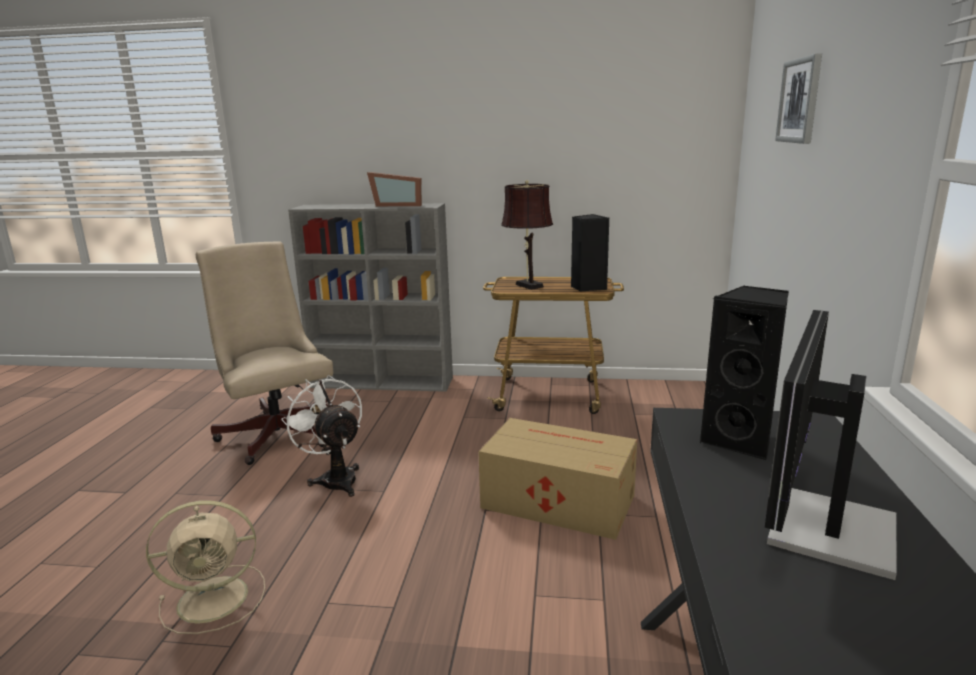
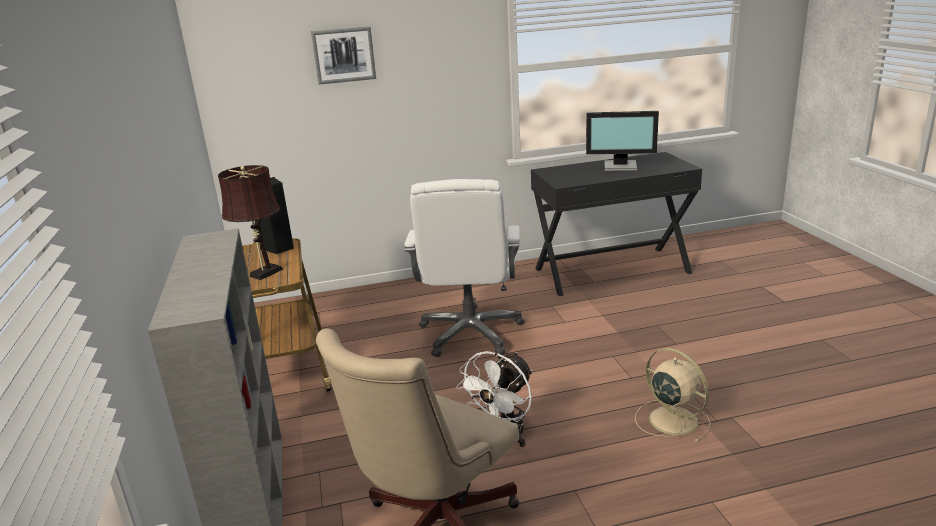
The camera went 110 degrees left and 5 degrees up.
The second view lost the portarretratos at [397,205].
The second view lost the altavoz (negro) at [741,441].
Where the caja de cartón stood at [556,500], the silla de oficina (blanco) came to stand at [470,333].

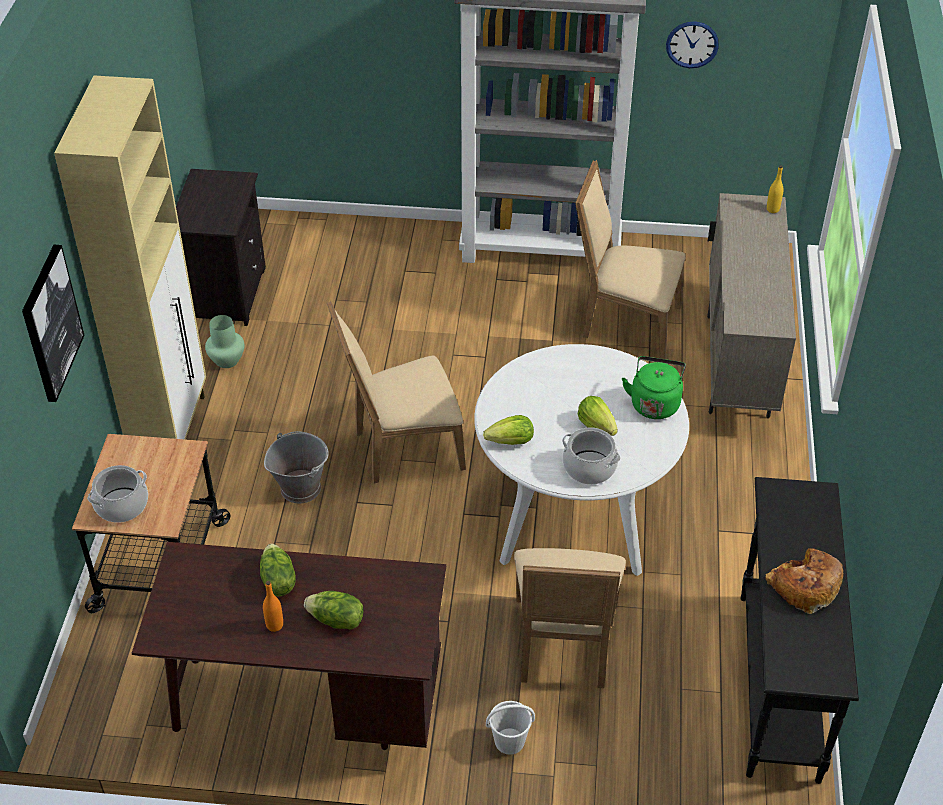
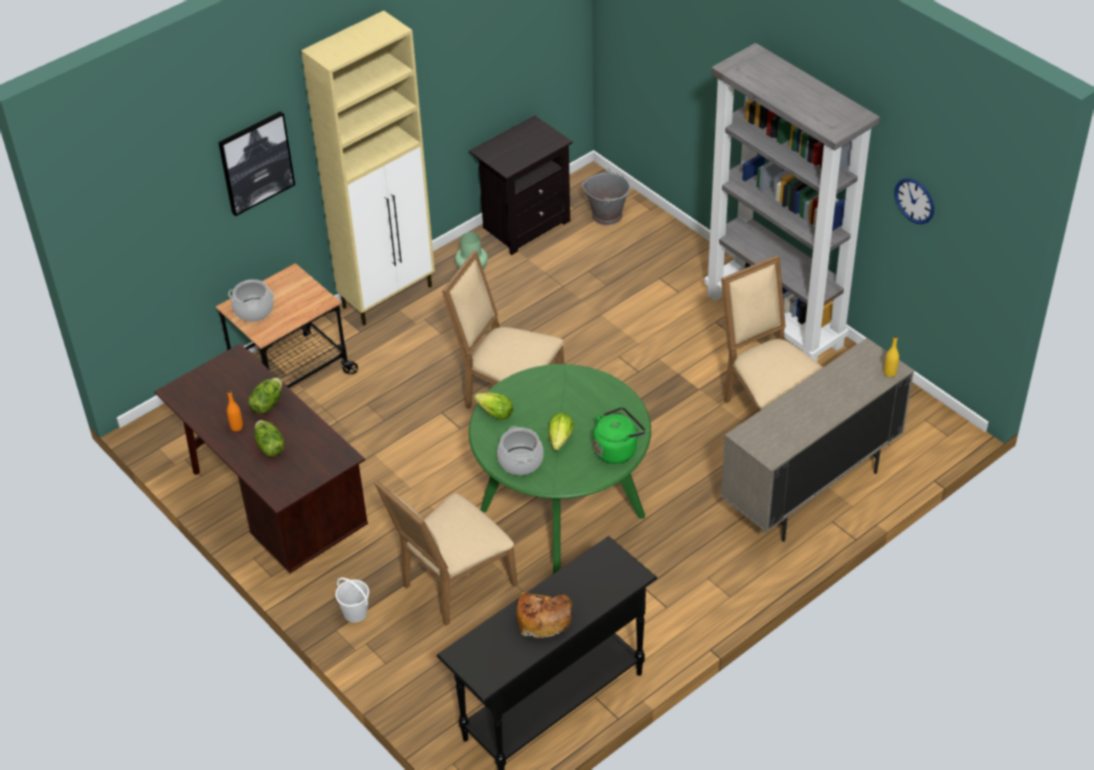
The camera went 45 degrees right and 0 degrees up.
What was the mesa de comedor (blanco) at [574,516] turned into the mesa de comedor (verde) at [562,512].
The cubo (gris) ended up elsewhere, having gone from [300,487] to [607,215].

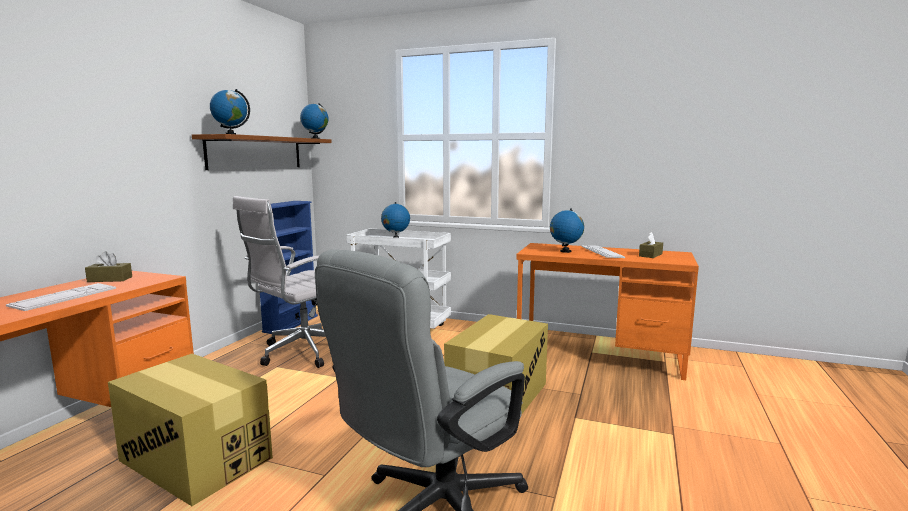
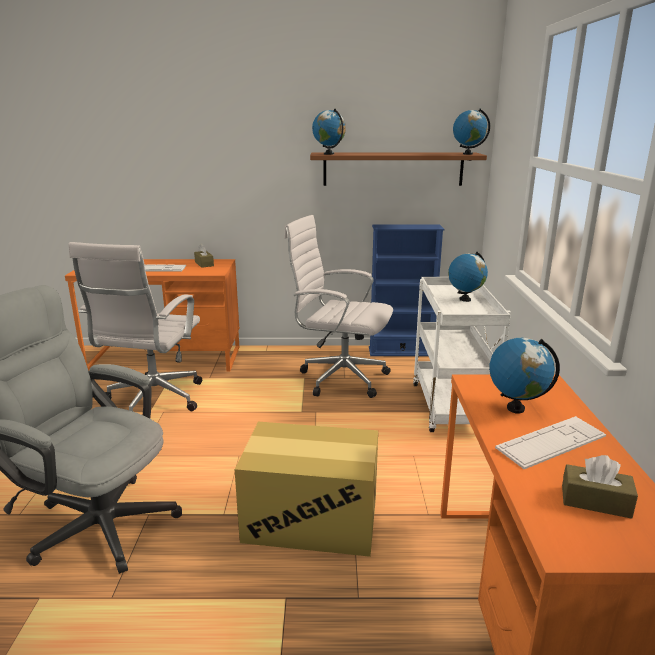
The camera went 70 degrees right and 10 degrees up.
Where the caja de cartón stood at [196,459], the silla de oficina (blanco) came to stand at [153,401].

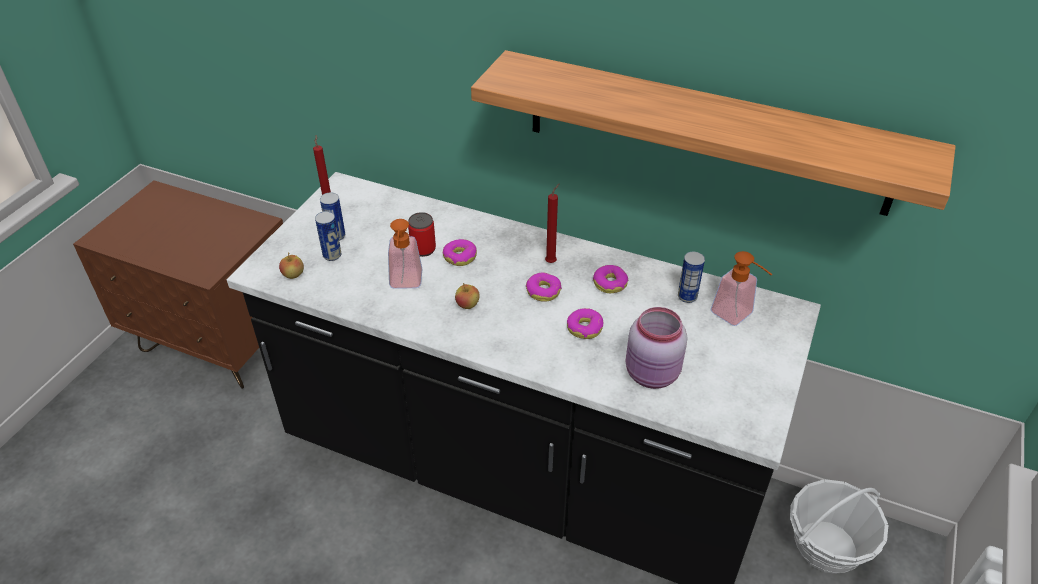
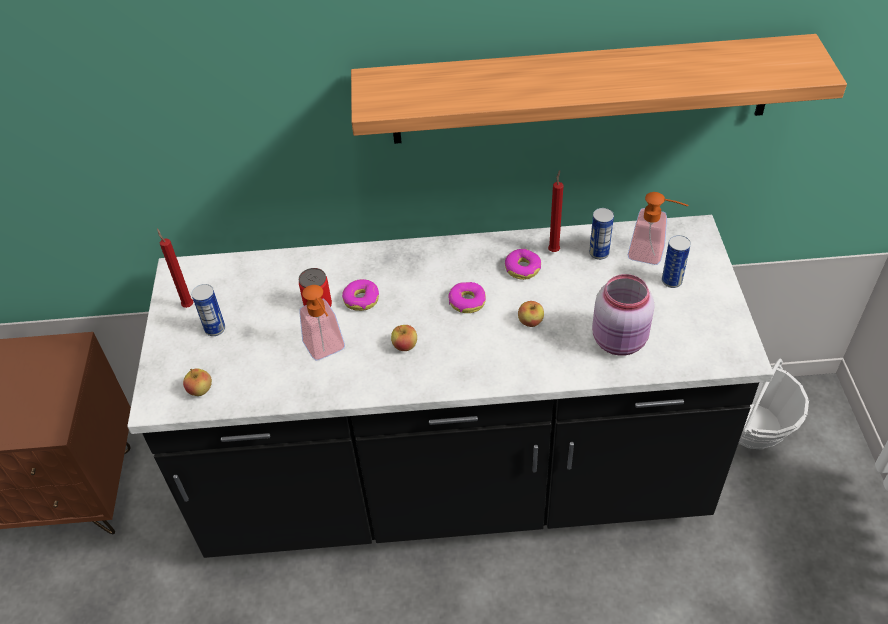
The camera went 25 degrees left and 5 degrees up.
The vela (rojo) ended up elsewhere, having gone from [552,261] to [554,250].
The lata ended up elsewhere, having gone from [332,255] to [671,281].
Where the rosquilla stood at [584,328], the manzana came to stand at [530,322].

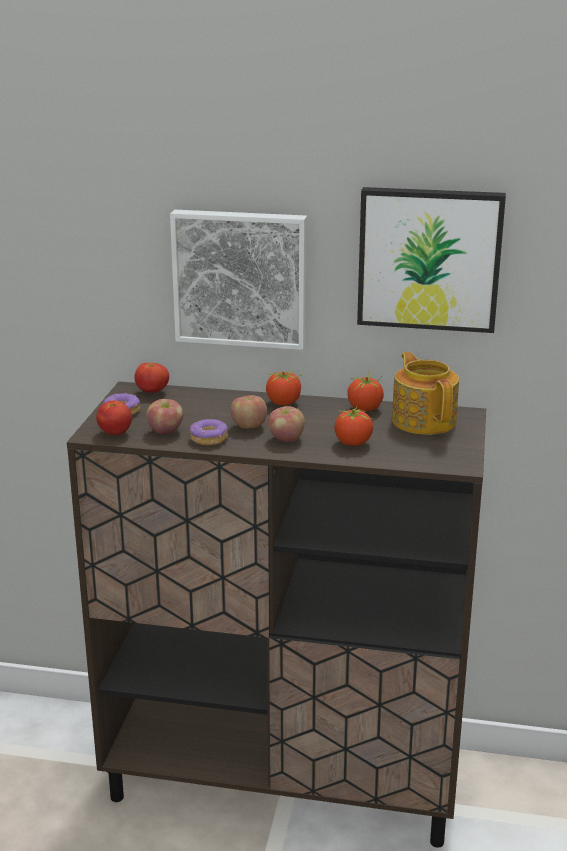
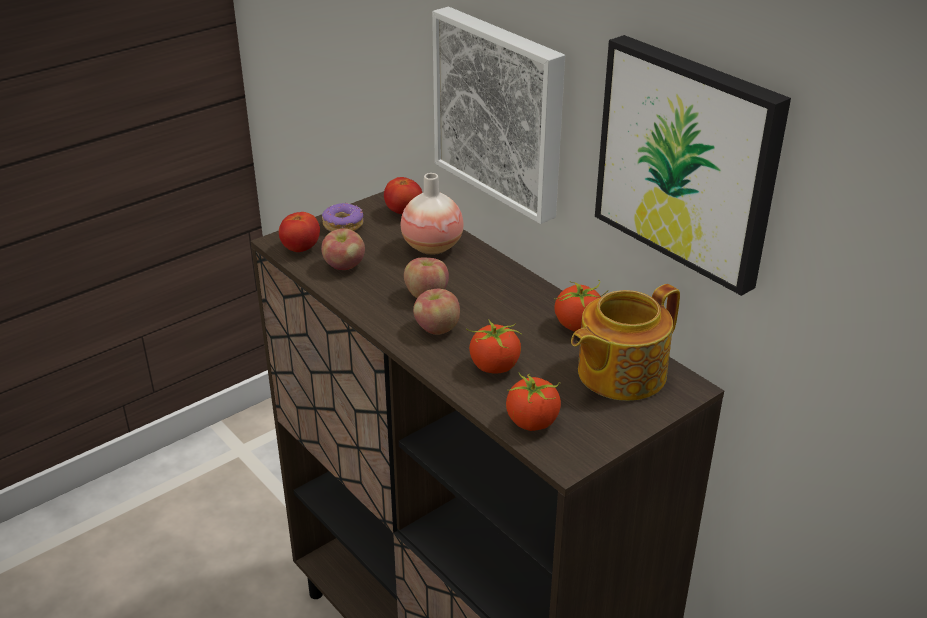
The camera went 40 degrees right and 10 degrees up.
The tetera at [424,420] ended up facing another way, 150 degrees counterclockwise from before.
The tomate ended up elsewhere, having gone from [284,403] to [532,422].
The second view lost the rosquilla at [209,439].
The second view gained the florero at [432,247].

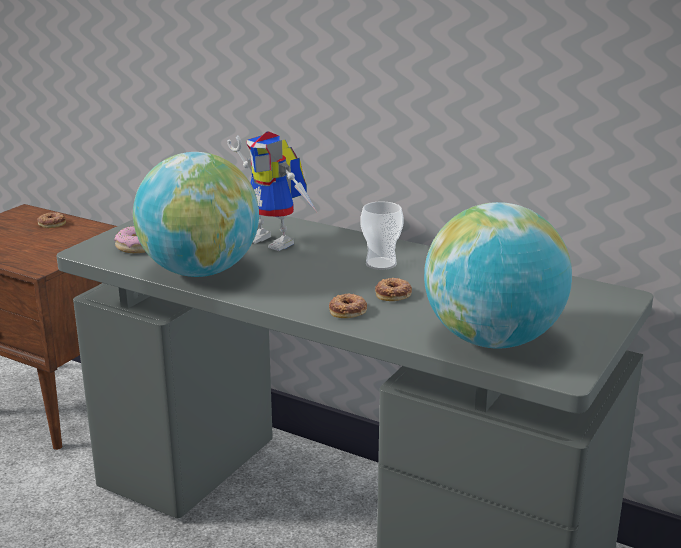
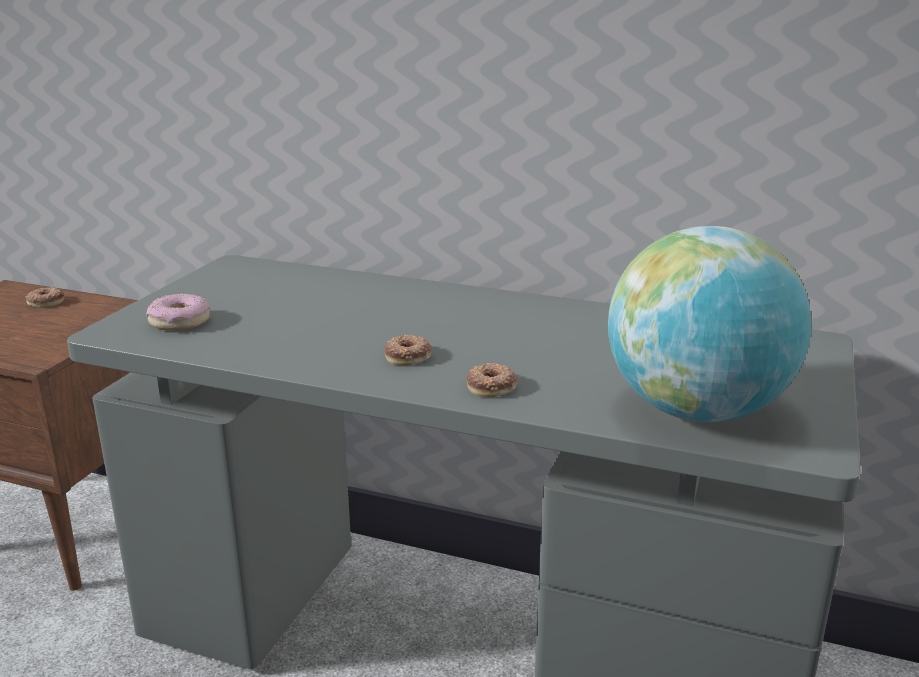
The camera went 10 degrees left and 0 degrees up.
The second view lost the robot de juguete at [278,241].
The second view lost the globo terráqueo at [199,271].
The second view lost the taza at [381,264].
The rosquilla ended up elsewhere, having gone from [393,294] to [408,356].

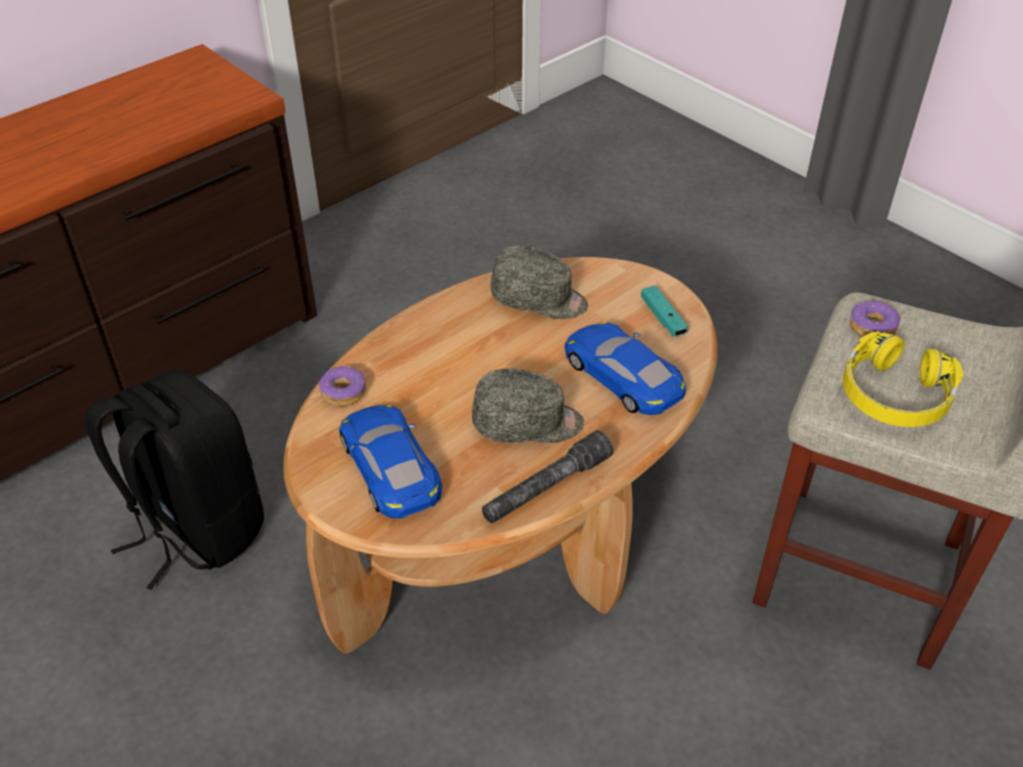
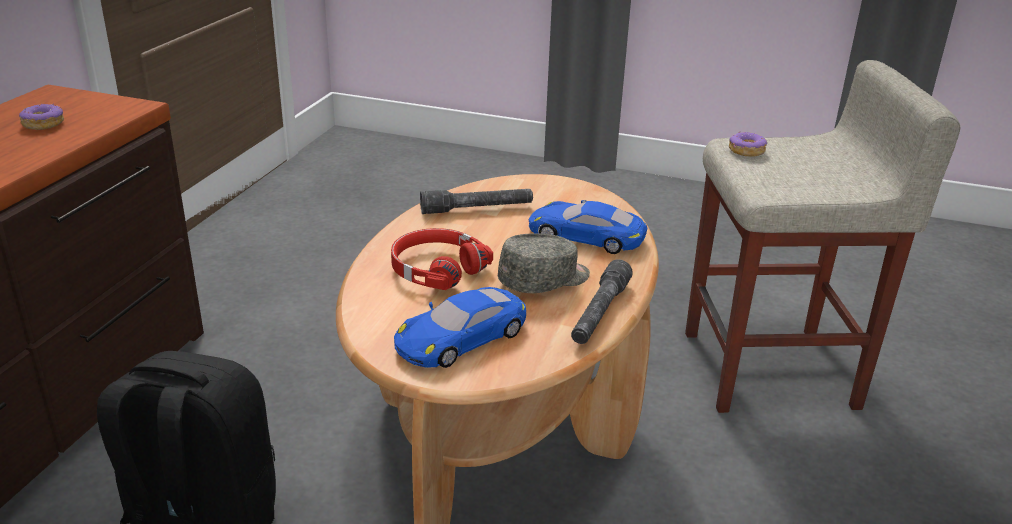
The camera went 30 degrees left and 15 degrees down.
Where the gorra (gris) stood at [539,299], the linterna (gris) came to stand at [477,209].
The second view lost the mando de consola (turquesa) at [663,318].
The second view lost the auriculares (amarillo) at [894,394].
The rosquilla ended up elsewhere, having gone from [343,392] to [43,124].
The coche de juguete (azul) at [390,467] ended up facing another way, 75 degrees counterclockwise from before.
The second view gained the auriculares (rojo) at [436,269].

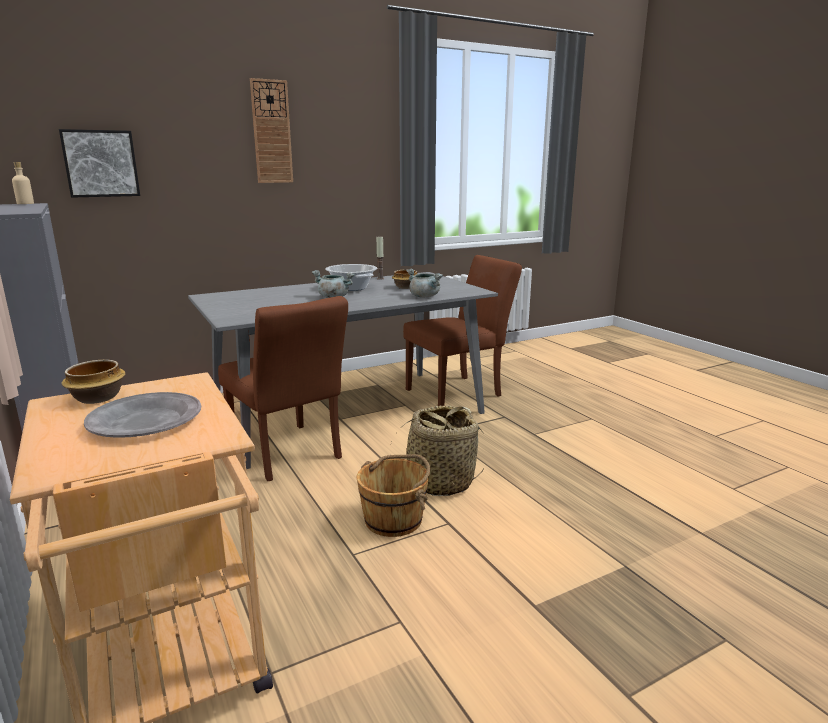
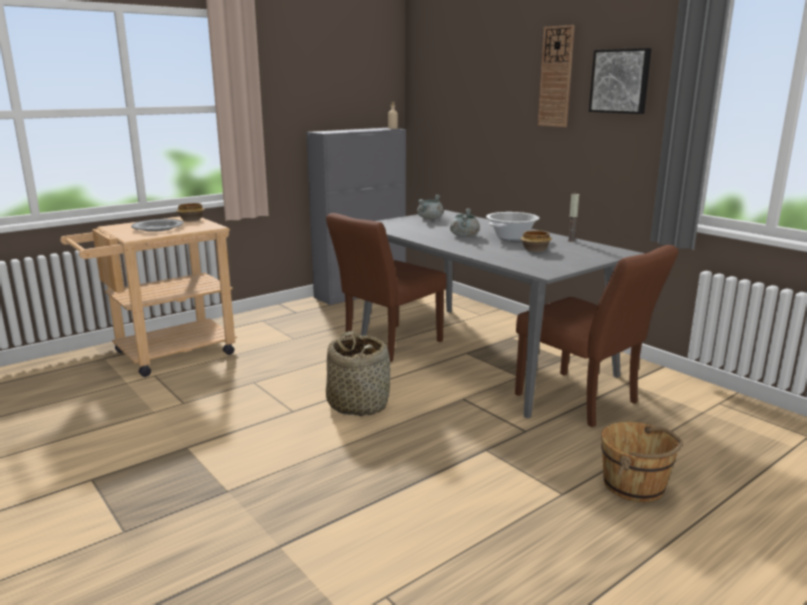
The camera went 80 degrees right and 0 degrees up.
The cuadro ended up elsewhere, having gone from [101,163] to [620,81].
The olla (gris) ended up elsewhere, having gone from [425,296] to [430,219].
The cubo (marrón) ended up elsewhere, having gone from [394,519] to [635,485].

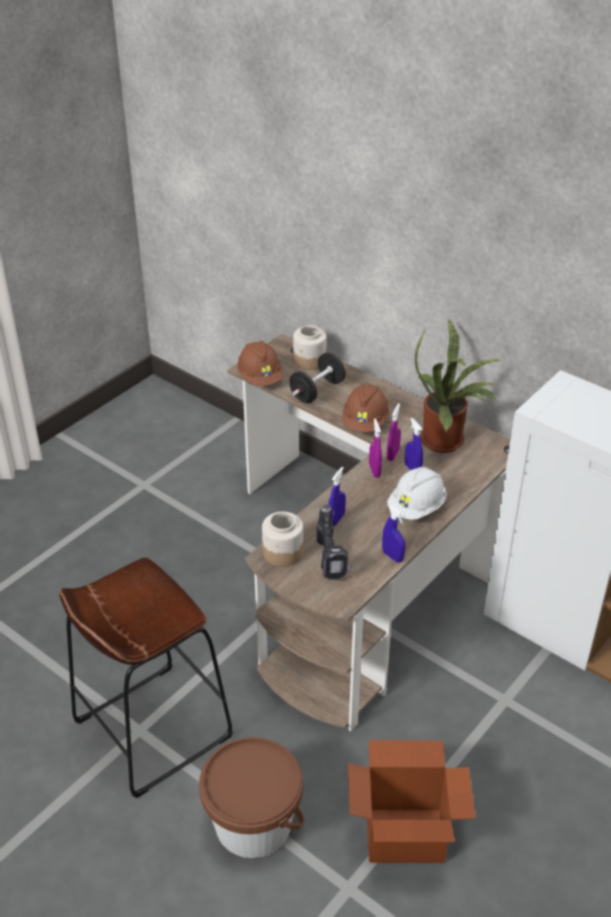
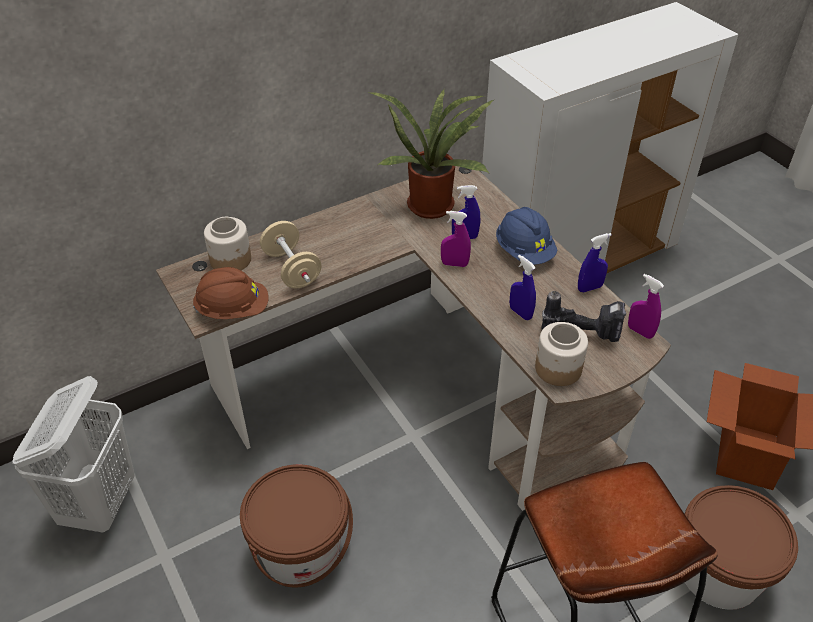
The camera went 70 degrees left and 5 degrees up.
What was the mancuerna (negro) at [317,391] turned into the mancuerna (beis) at [292,269].
The second view lost the casco (marrón) at [365,422].
The pulverizador (morado) ended up elsewhere, having gone from [393,455] to [640,332].
What was the casco (blanco) at [417,508] turned into the casco (azul) at [524,251].
The second view gained the cesto de la ropa (blanco) at [100,503].
The second view gained the cubo (marrón) at [301,550].

